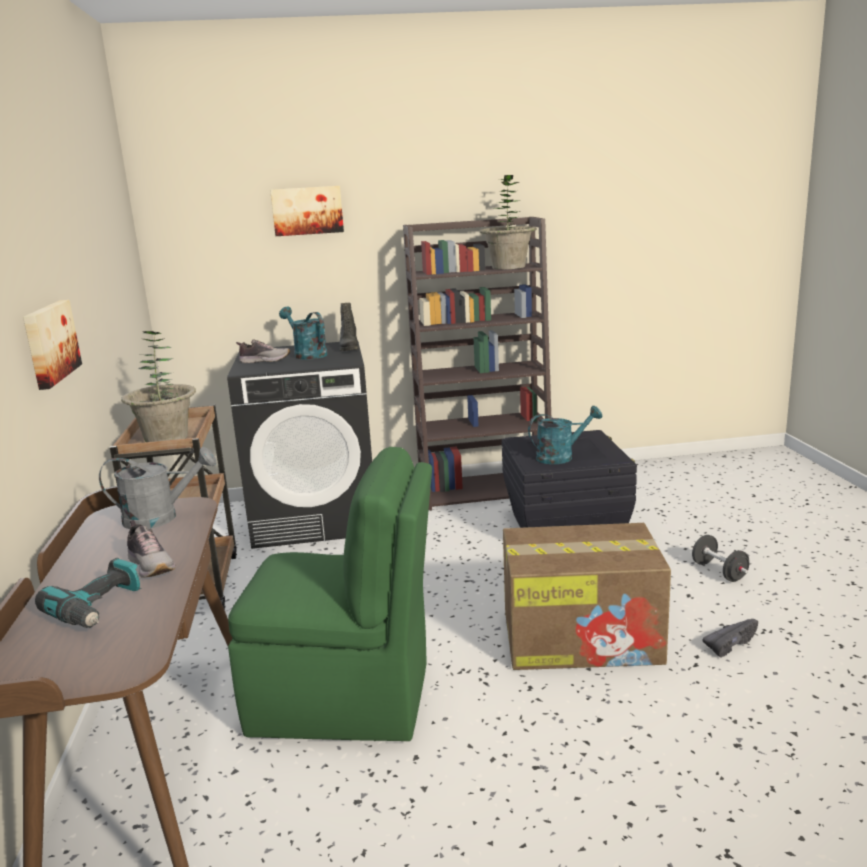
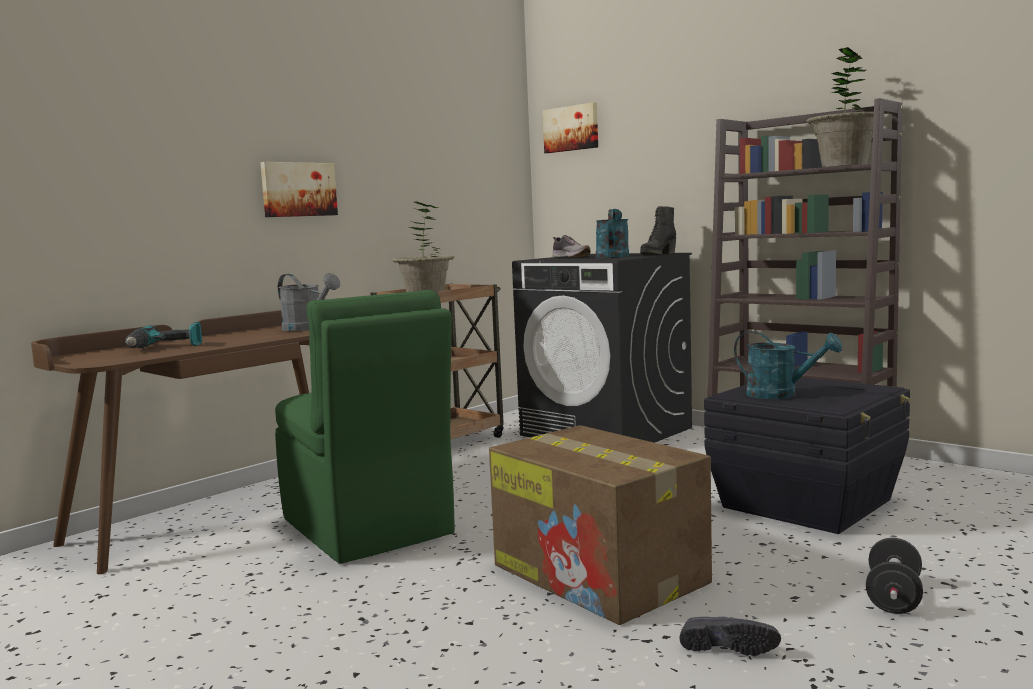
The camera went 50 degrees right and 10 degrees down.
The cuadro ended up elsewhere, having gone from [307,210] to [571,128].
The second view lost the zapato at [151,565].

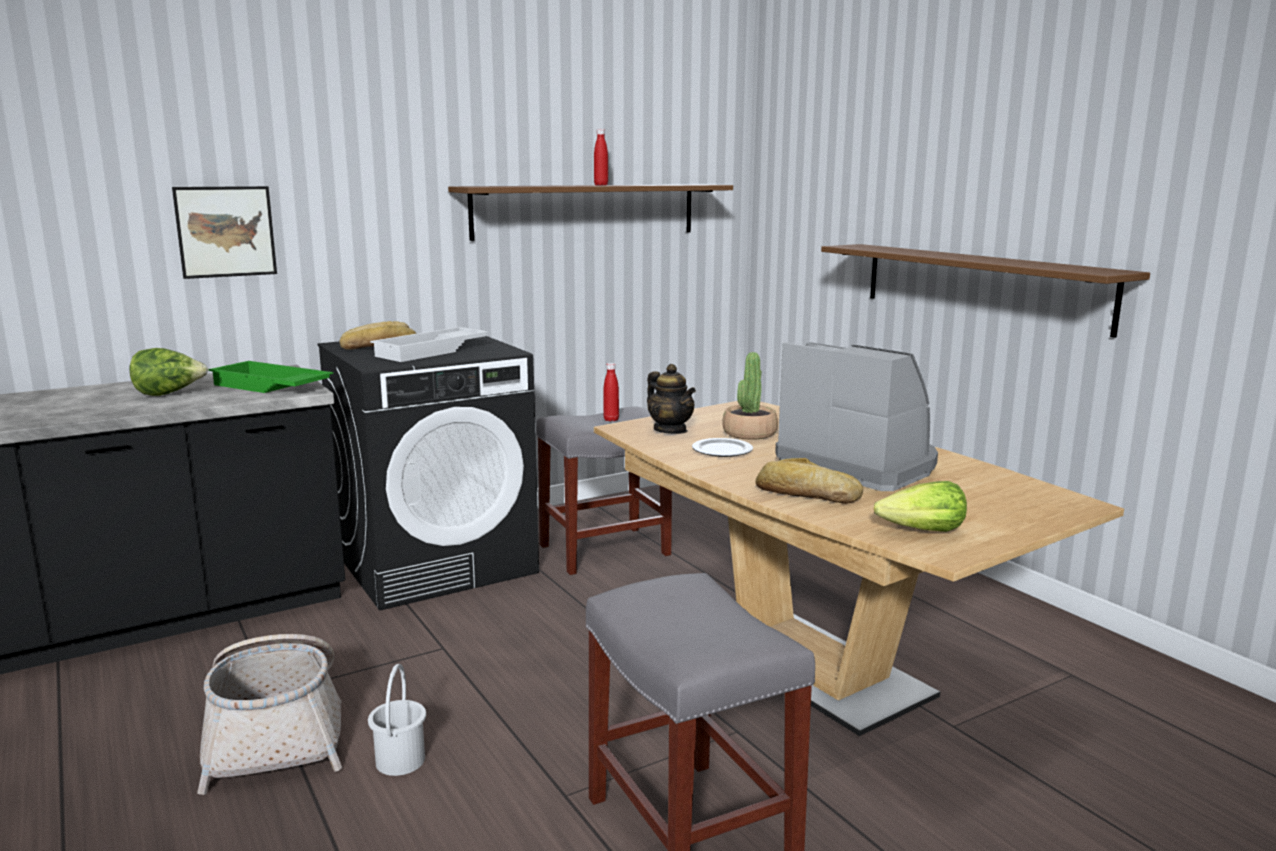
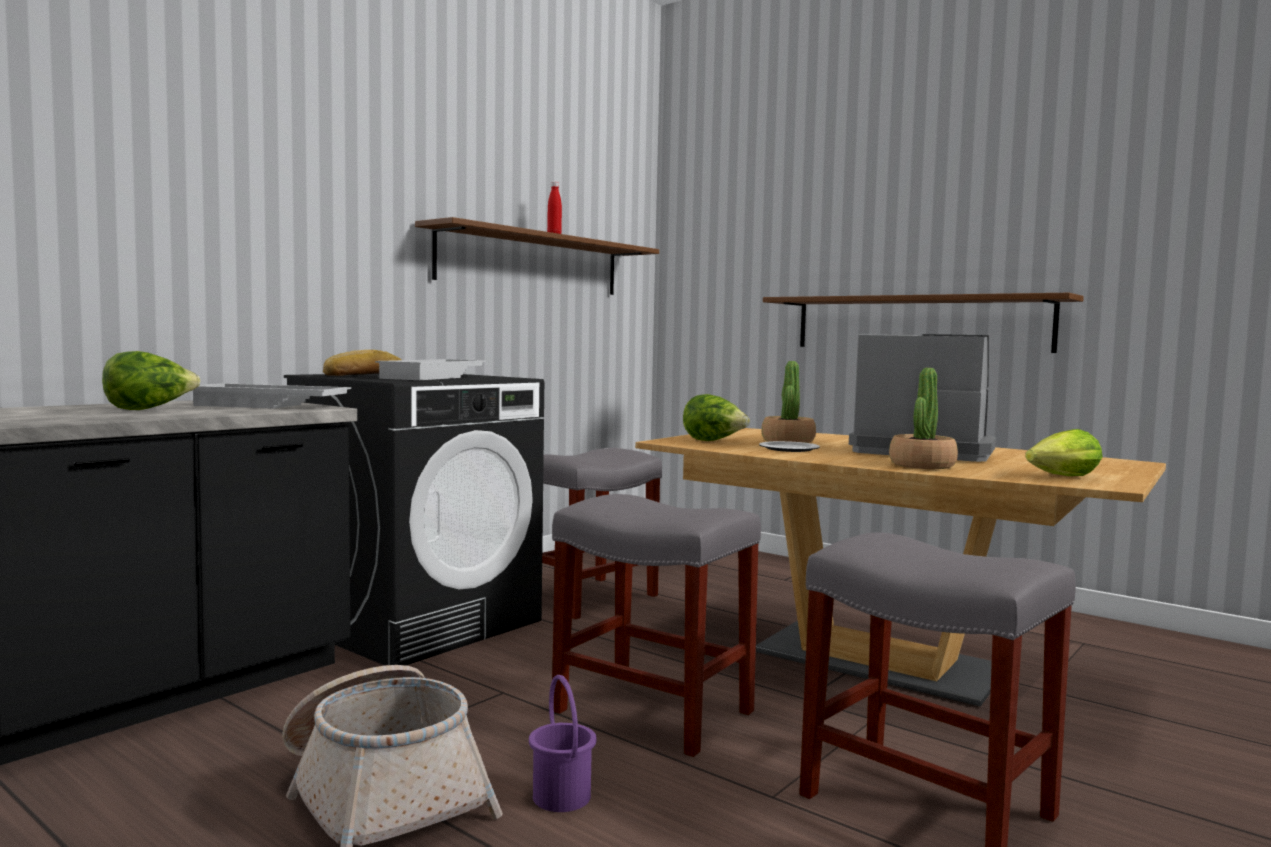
The camera went 20 degrees left and 10 degrees down.
The second view lost the cuadro at [225,231].
What was the bandeja (verde) at [269,387] turned into the bandeja (blanco) at [269,406].
The second view lost the botella (rojo) at [611,420].
Where the tetera stood at [670,430], the lechuga came to stand at [714,441].
Where the pan stood at [806,494], the planta en maceta came to stand at [922,465].
What was the cubo (blanco) at [399,761] turned into the cubo (morado) at [561,797].
The second view gained the taburete (gris) at [650,711].

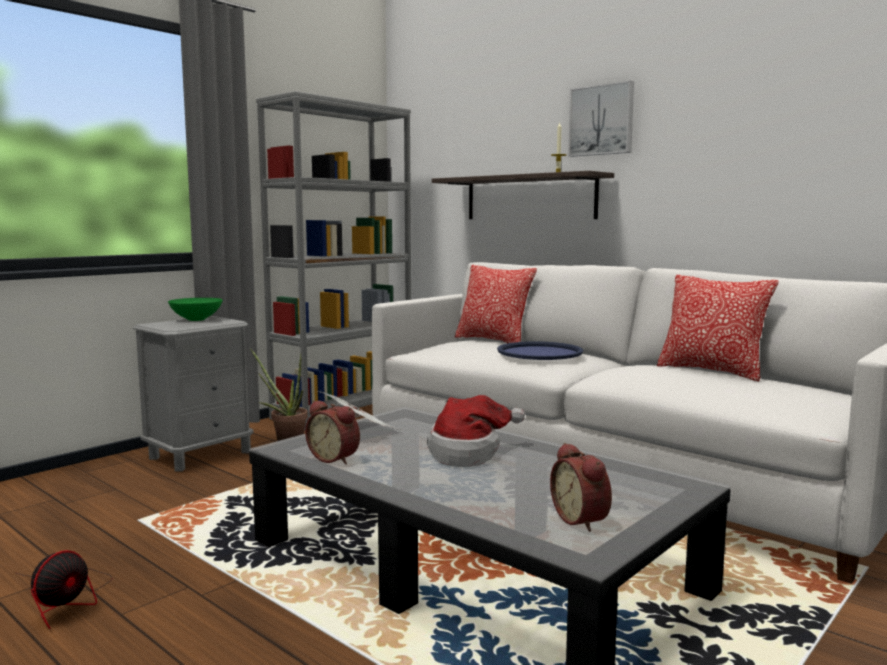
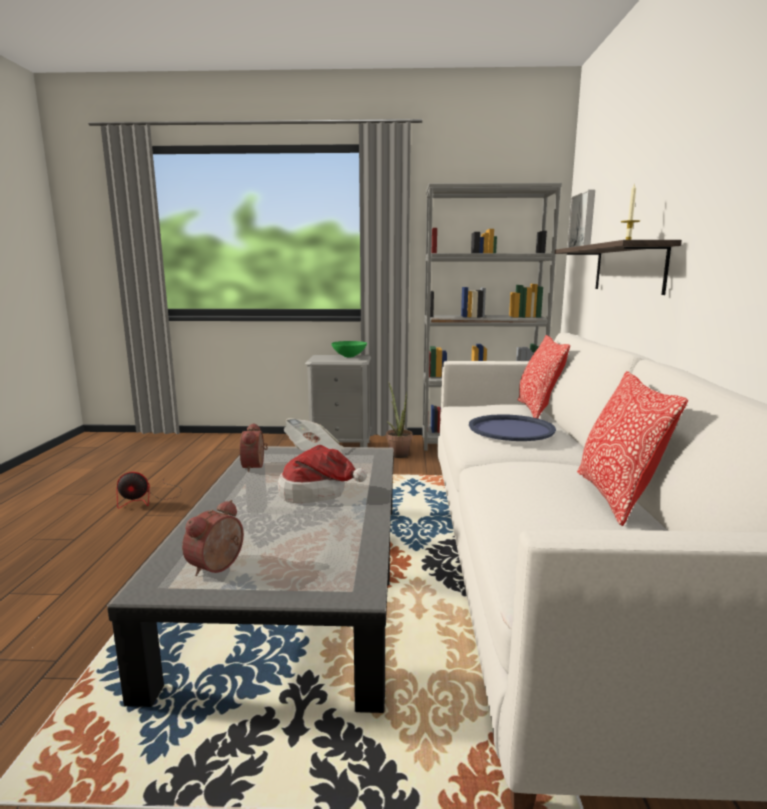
The camera went 50 degrees right and 5 degrees up.
The cuadro ended up elsewhere, having gone from [602,120] to [583,221].

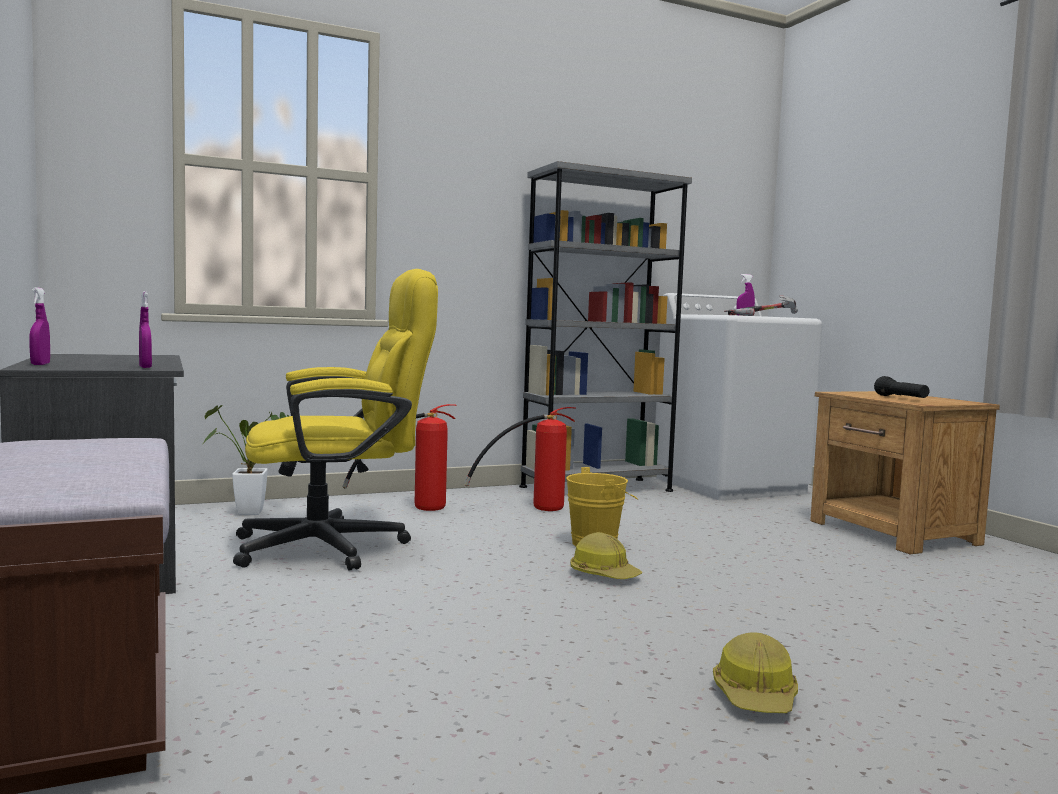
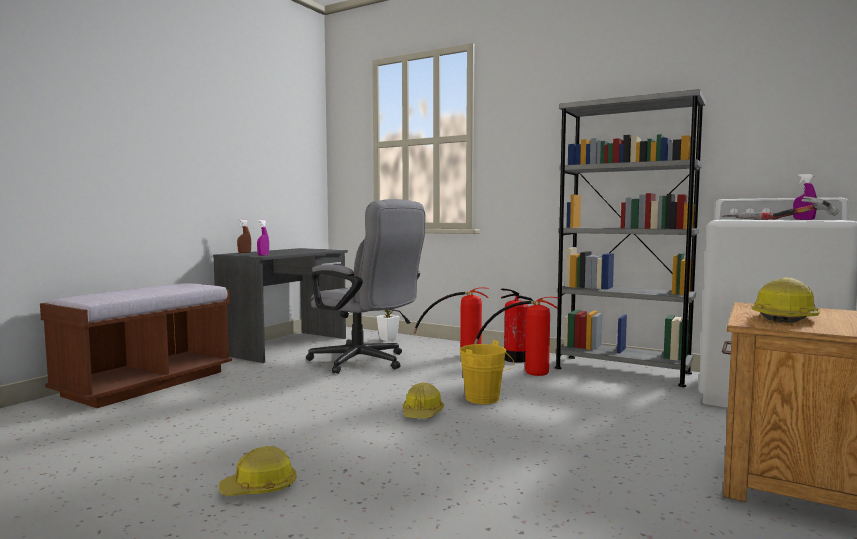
The camera went 55 degrees right and 0 degrees up.
What was the silla de oficina (amarillo) at [338,546] turned into the silla de oficina (gris) at [365,362].
What was the pulverizador (morado) at [40,364] turned into the pulverizador (marrón) at [244,252].
Where the linterna (negro) stood at [901,398], the casco came to stand at [785,317].
The second view gained the extintor at [516,359].

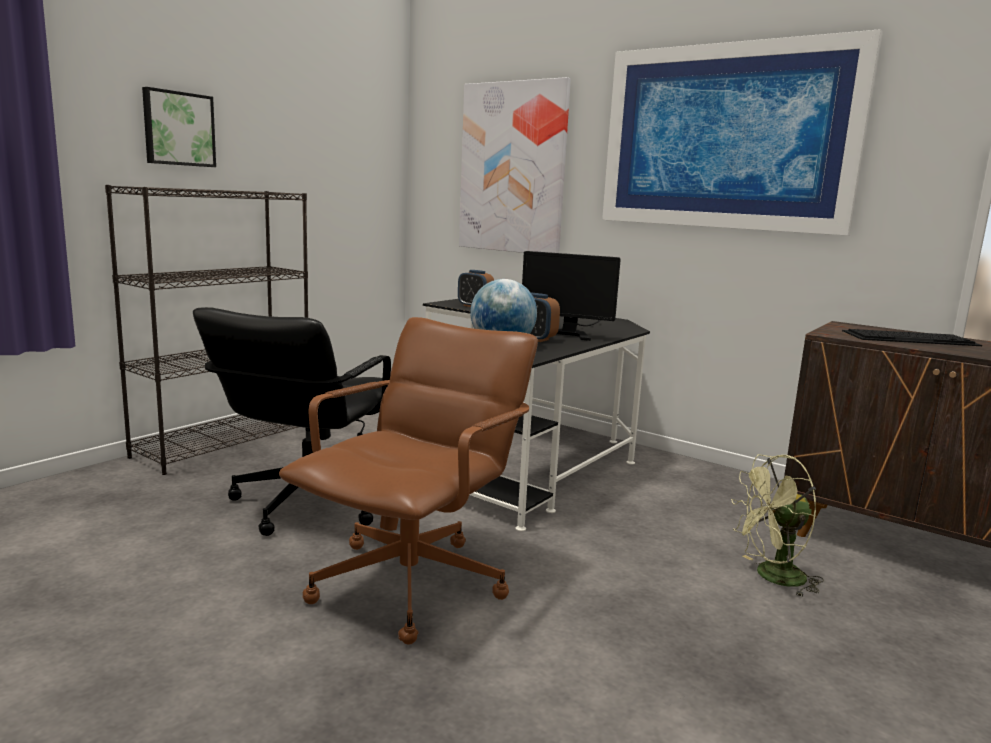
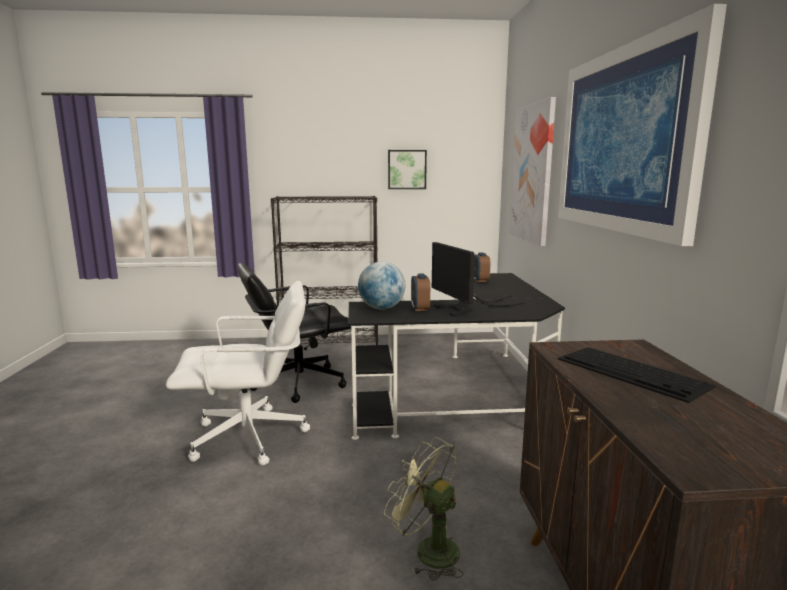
The camera went 50 degrees right and 0 degrees up.
The cuadro ended up elsewhere, having gone from [178,129] to [407,169].
What was the silla de oficina (marrón) at [412,584] turned into the silla de oficina (blanco) at [250,438].

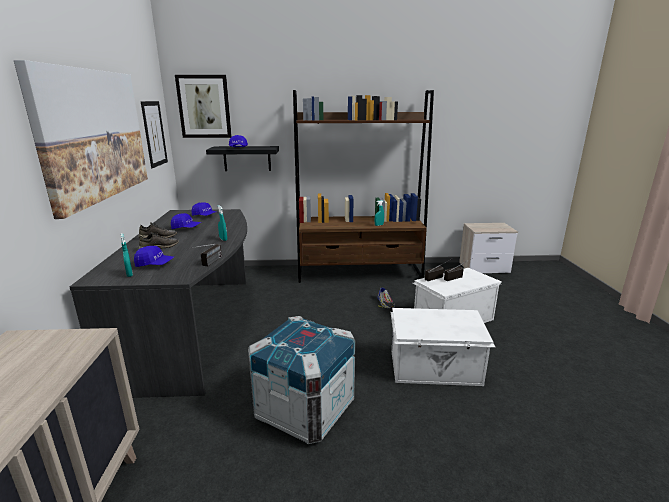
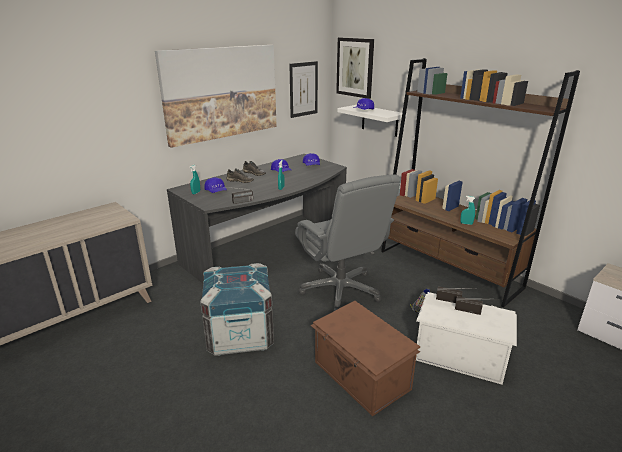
The camera went 50 degrees right and 5 degrees up.
What was the estante (negro) at [247,158] turned into the estante (blanco) at [379,120].
What was the caja de almacenaje (blanco) at [435,368] turned into the caja de almacenaje (marrón) at [361,376].
The second view gained the silla de oficina (gris) at [341,290].

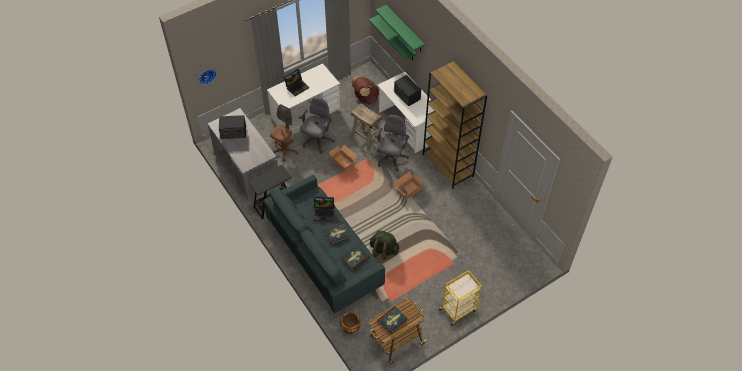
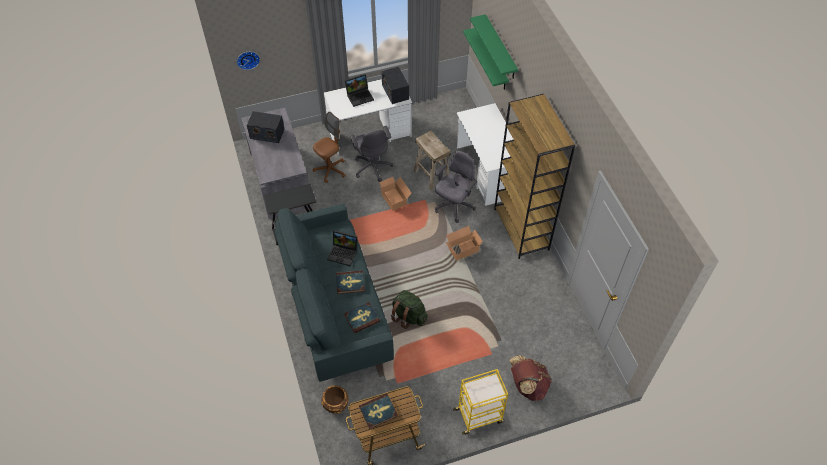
The camera went 15 degrees right and 0 degrees up.
The radio ended up elsewhere, having gone from [407,95] to [395,92].
The mochila (marrón) ended up elsewhere, having gone from [365,98] to [527,386].
The silla de oficina (gris) at [317,141] ended up facing another way, 120 degrees clockwise from before.

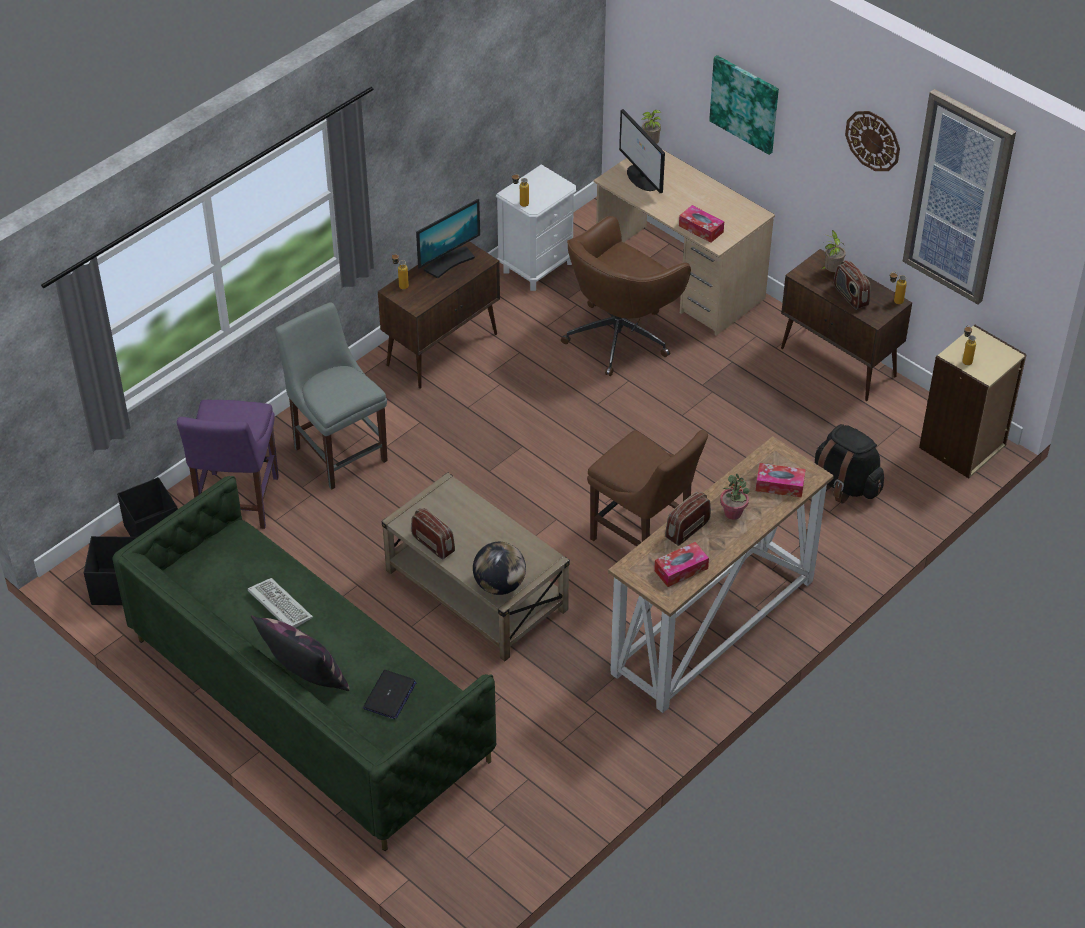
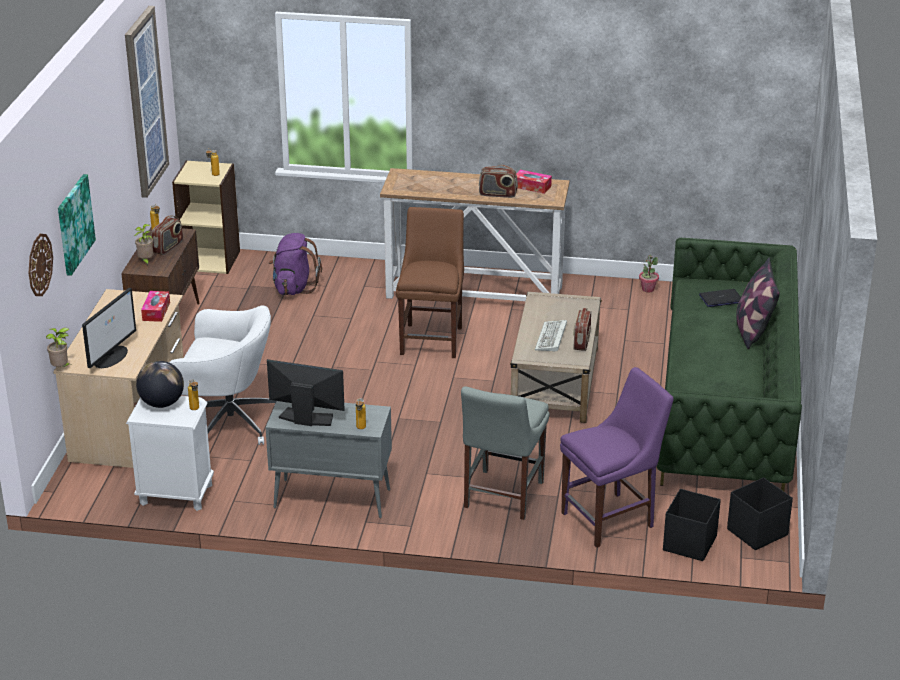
The camera went 125 degrees left and 15 degrees down.
The reloj de pared ended up elsewhere, having gone from [873,140] to [39,264].
What was the silla de oficina (marrón) at [620,336] turned into the silla de oficina (blanco) at [227,422].
What was the armario (marrón) at [443,349] turned into the armario (gris) at [331,498].
What was the mochila (negro) at [845,485] turned into the mochila (morado) at [294,287].
The second view lost the caja de pañuelos at [779,485].
The planta en maceta ended up elsewhere, having gone from [733,513] to [648,289].
The globo terráqueo ended up elsewhere, having gone from [499,585] to [162,403].
The teclado ended up elsewhere, having gone from [278,605] to [551,338].

